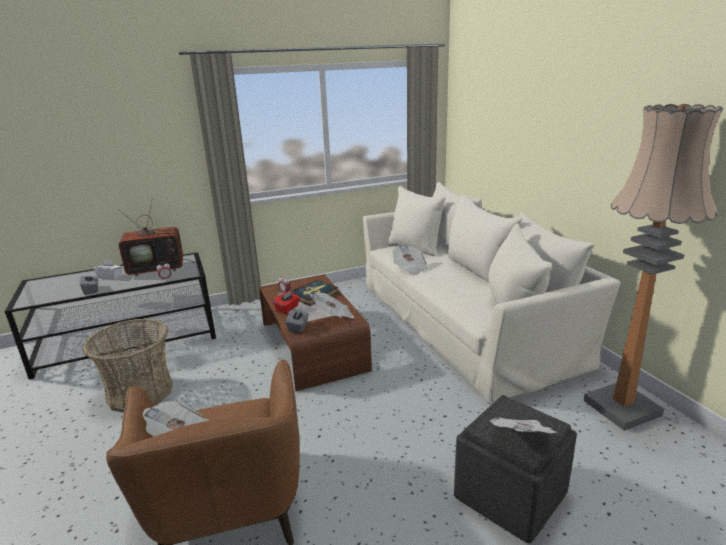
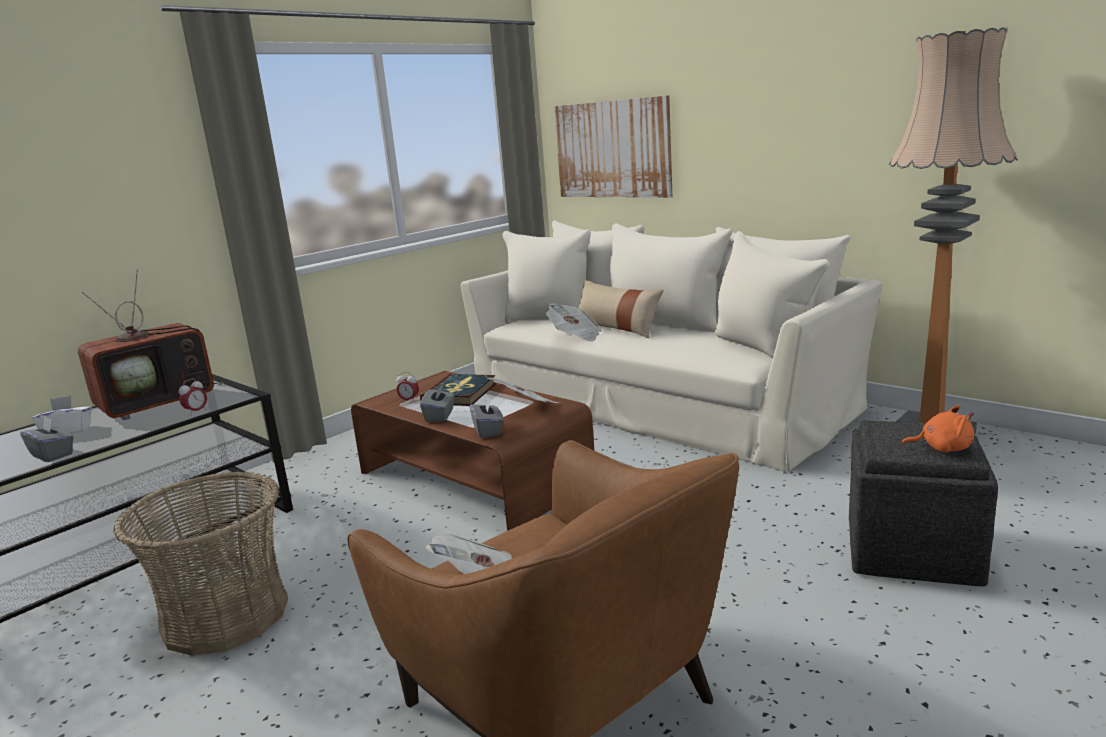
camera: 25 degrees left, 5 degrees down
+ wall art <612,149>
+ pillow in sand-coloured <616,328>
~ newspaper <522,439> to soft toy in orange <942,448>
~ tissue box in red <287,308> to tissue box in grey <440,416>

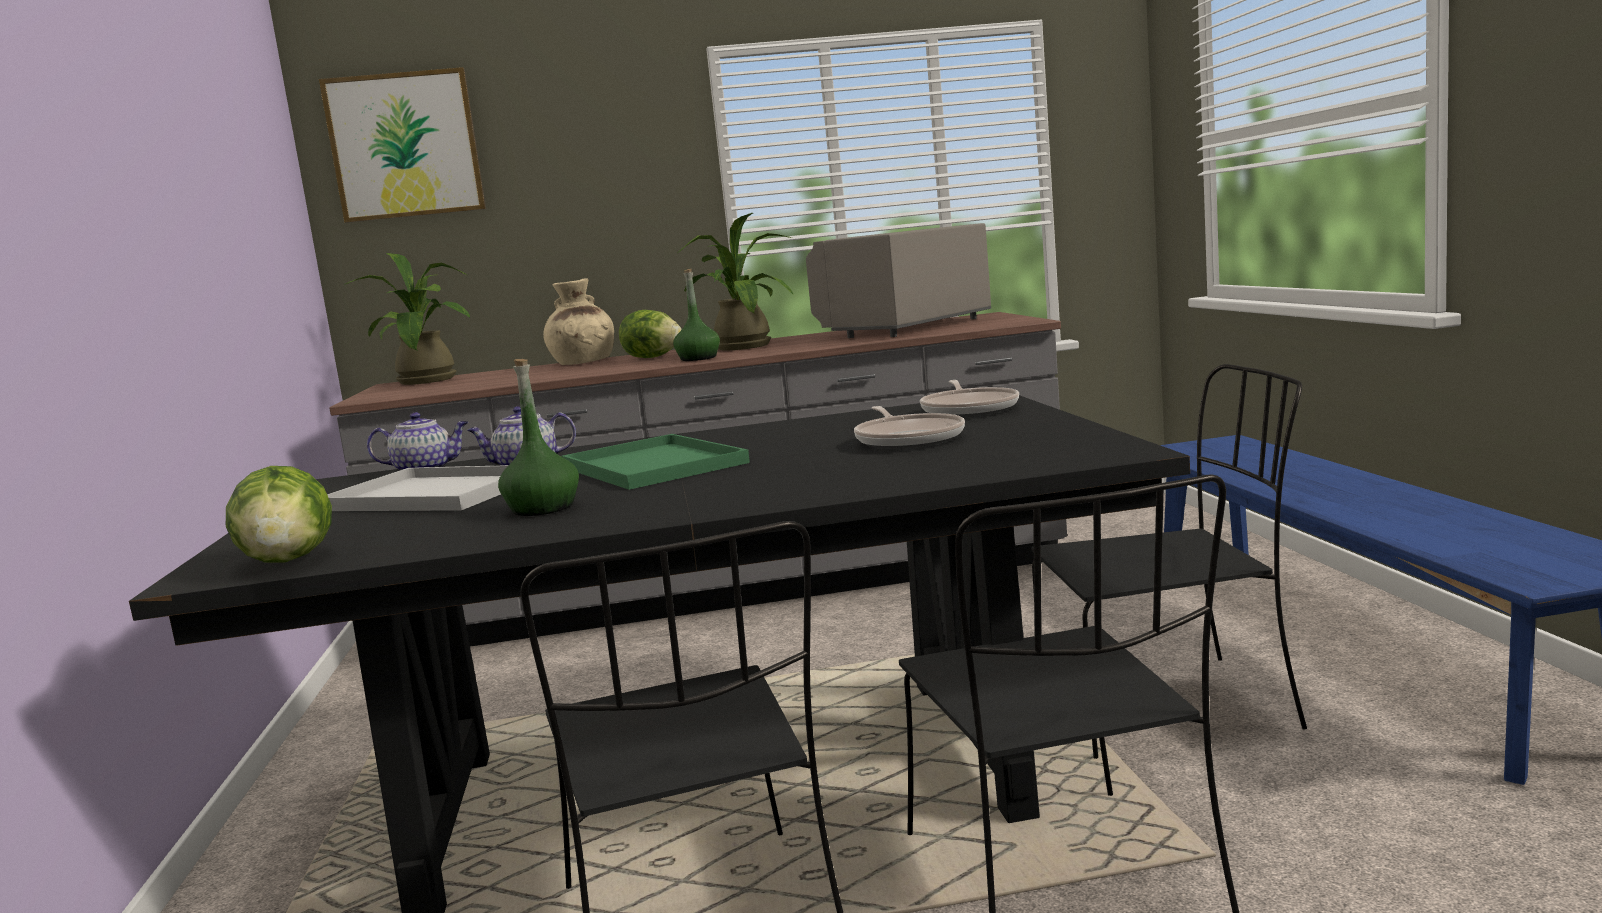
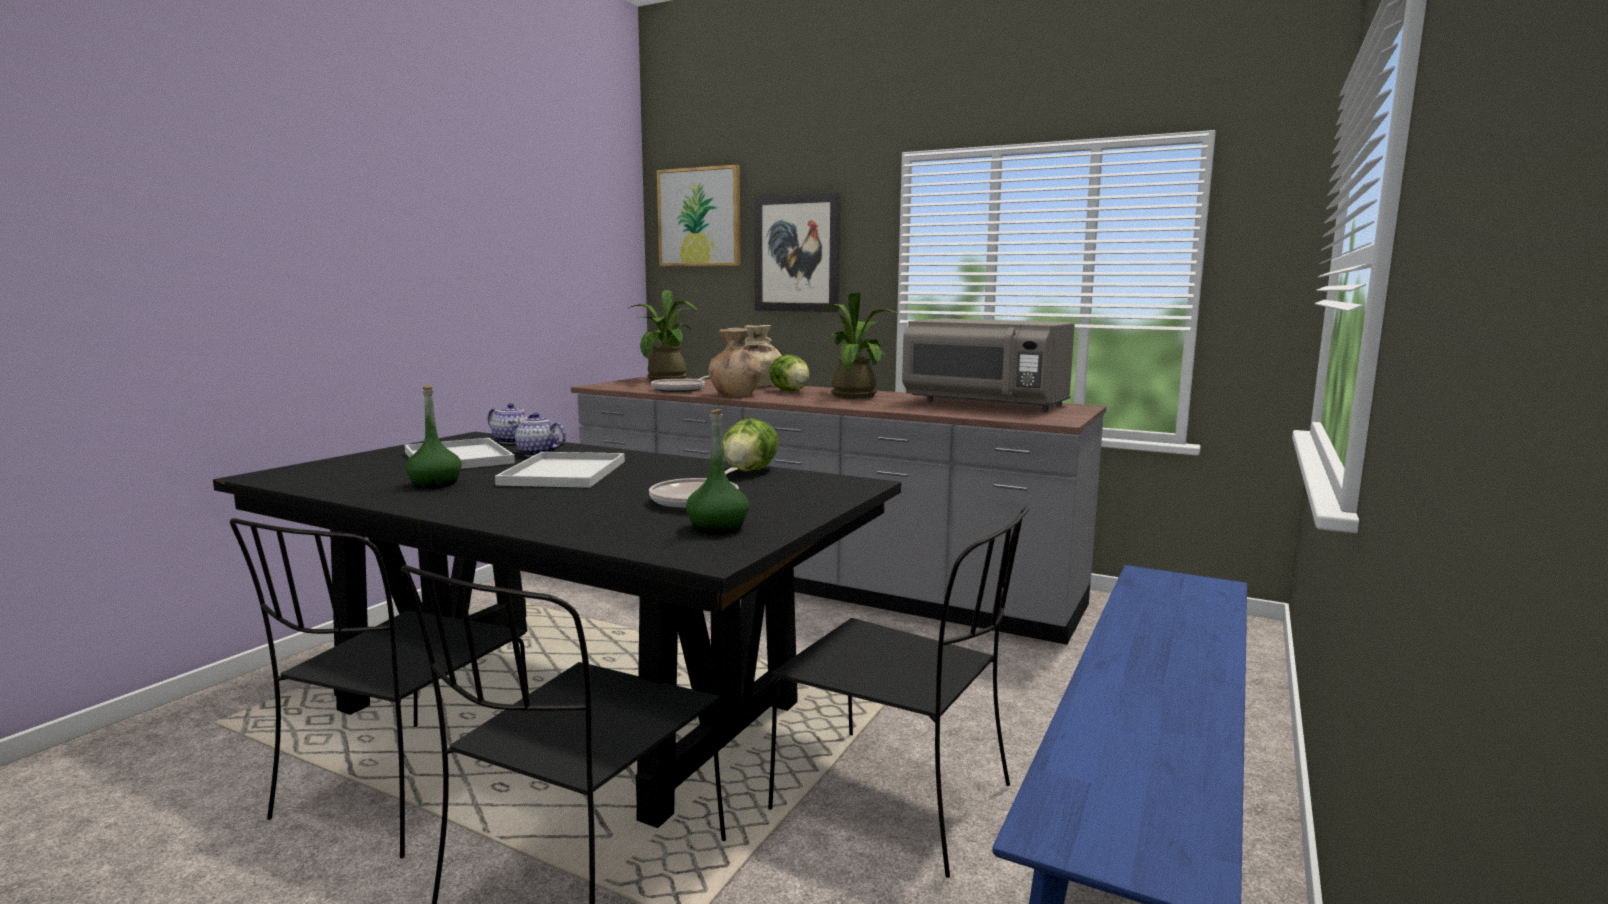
camera: 35 degrees right, 0 degrees up
+ decorative vase in brown <735,395>
+ wall art <797,253>
~ head of lettuce <288,561> to <749,471>
~ drink bottle in green <698,358> to <717,528>
~ frying pan <969,409> to <681,389>
~ carrying tray in green <656,465> to carrying tray in whitish <564,473>
~ microwave in grey <903,328> = <985,404> 135 degrees counterclockwise

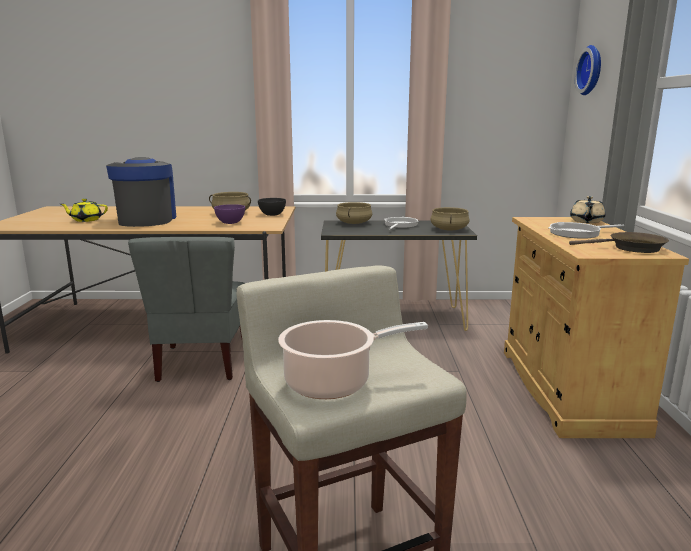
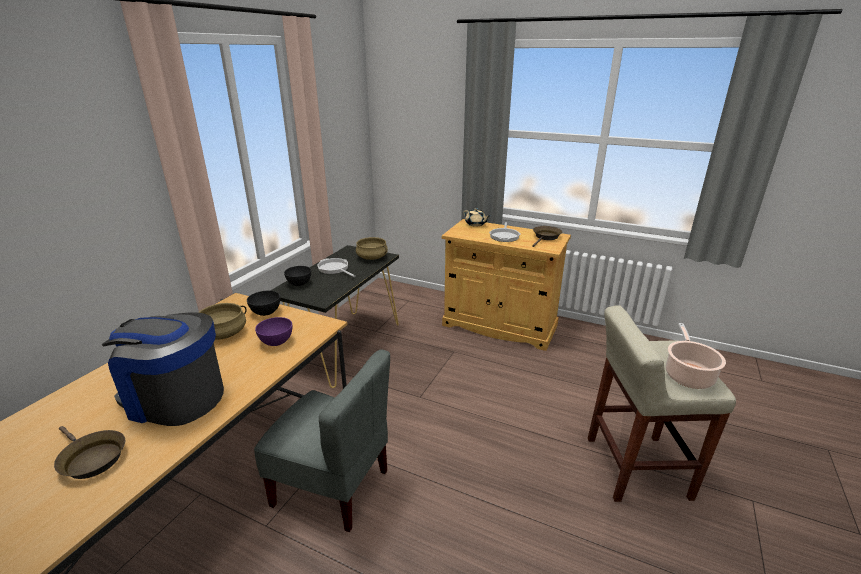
camera: 65 degrees left, 10 degrees up
- hanging clock <592,70>
~ teapot in yellow <86,220> to frying pan in brown <91,458>
~ stockpot in sand-coloured <354,223> to bowl in grey <299,283>

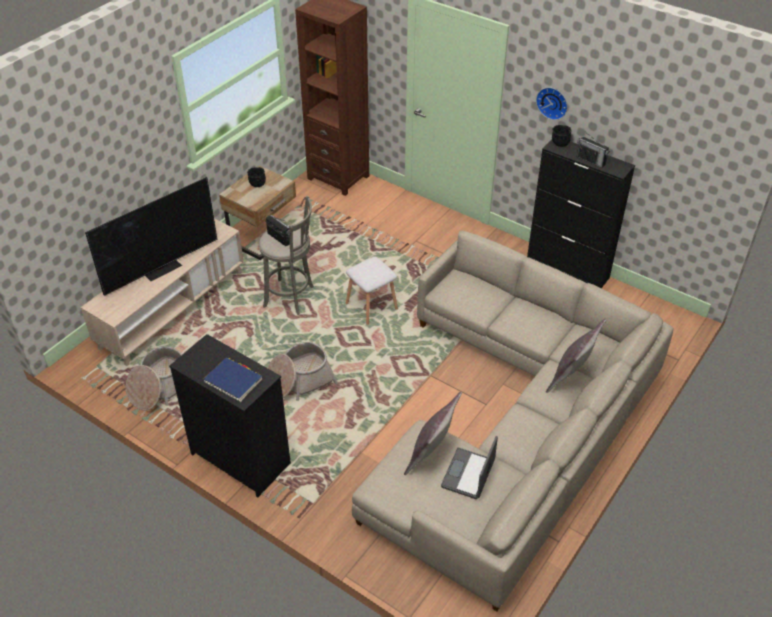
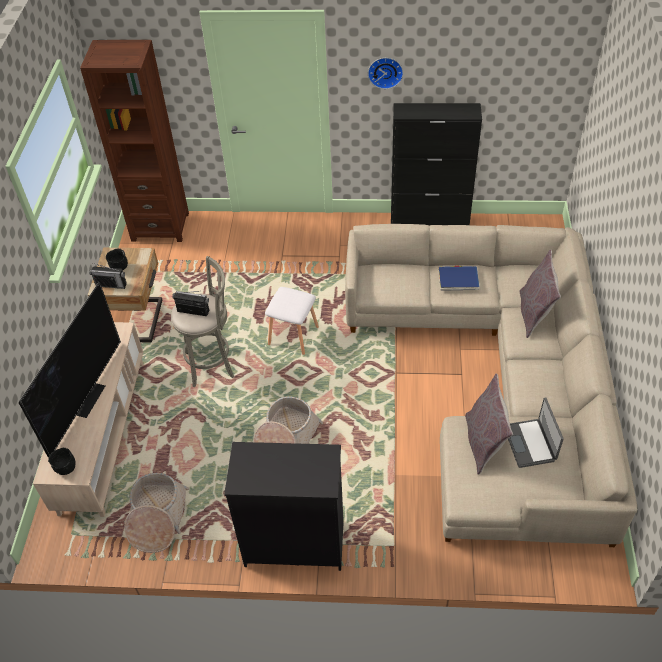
camera: 30 degrees left, 5 degrees up
~ bound book in blue-coloured <233,381> to <458,280>
~ bowl in black-coloured <560,144> to <66,468>
~ radio <591,160> to <111,285>

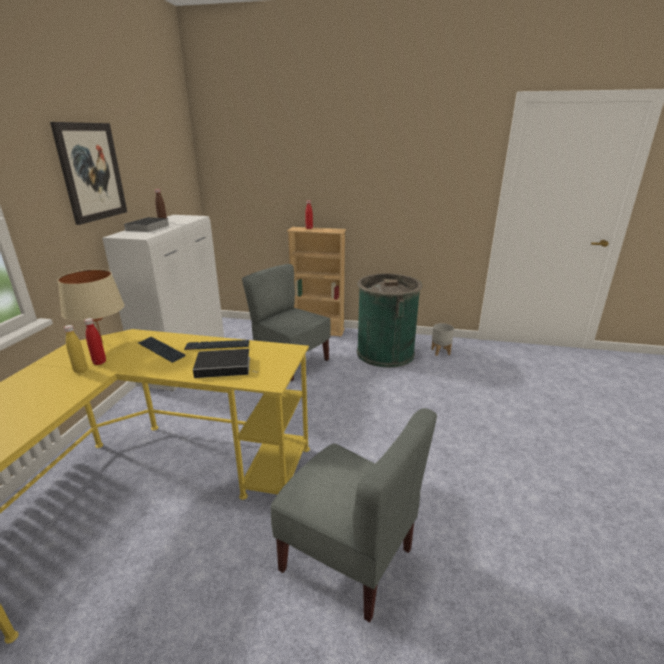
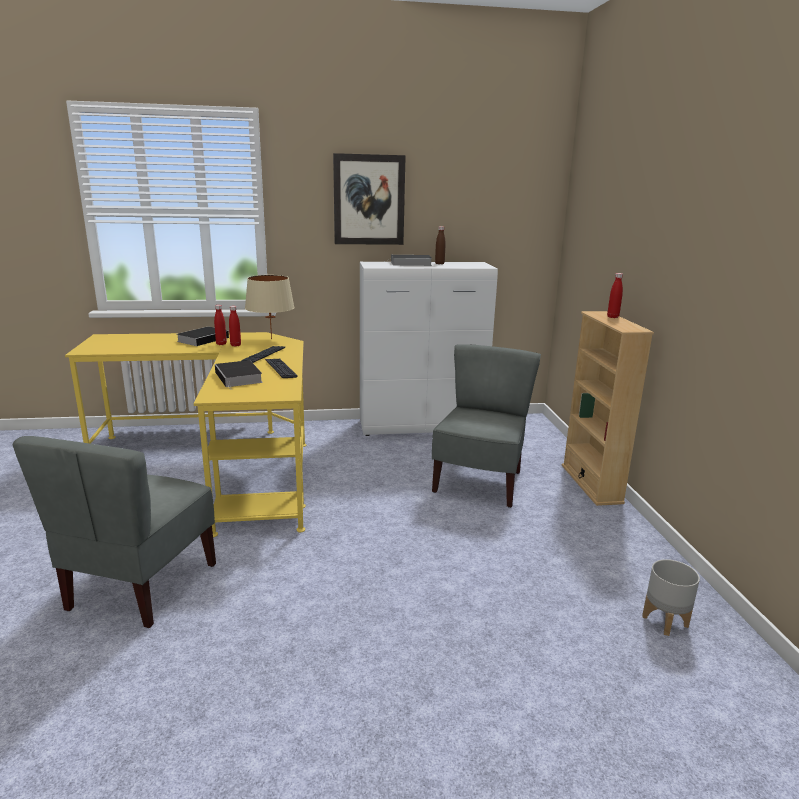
camera: 70 degrees right, 5 degrees down
- trash can in green <385,353>
+ bound book <204,339>
~ drink bottle in yellow <81,370> to drink bottle in red <221,344>

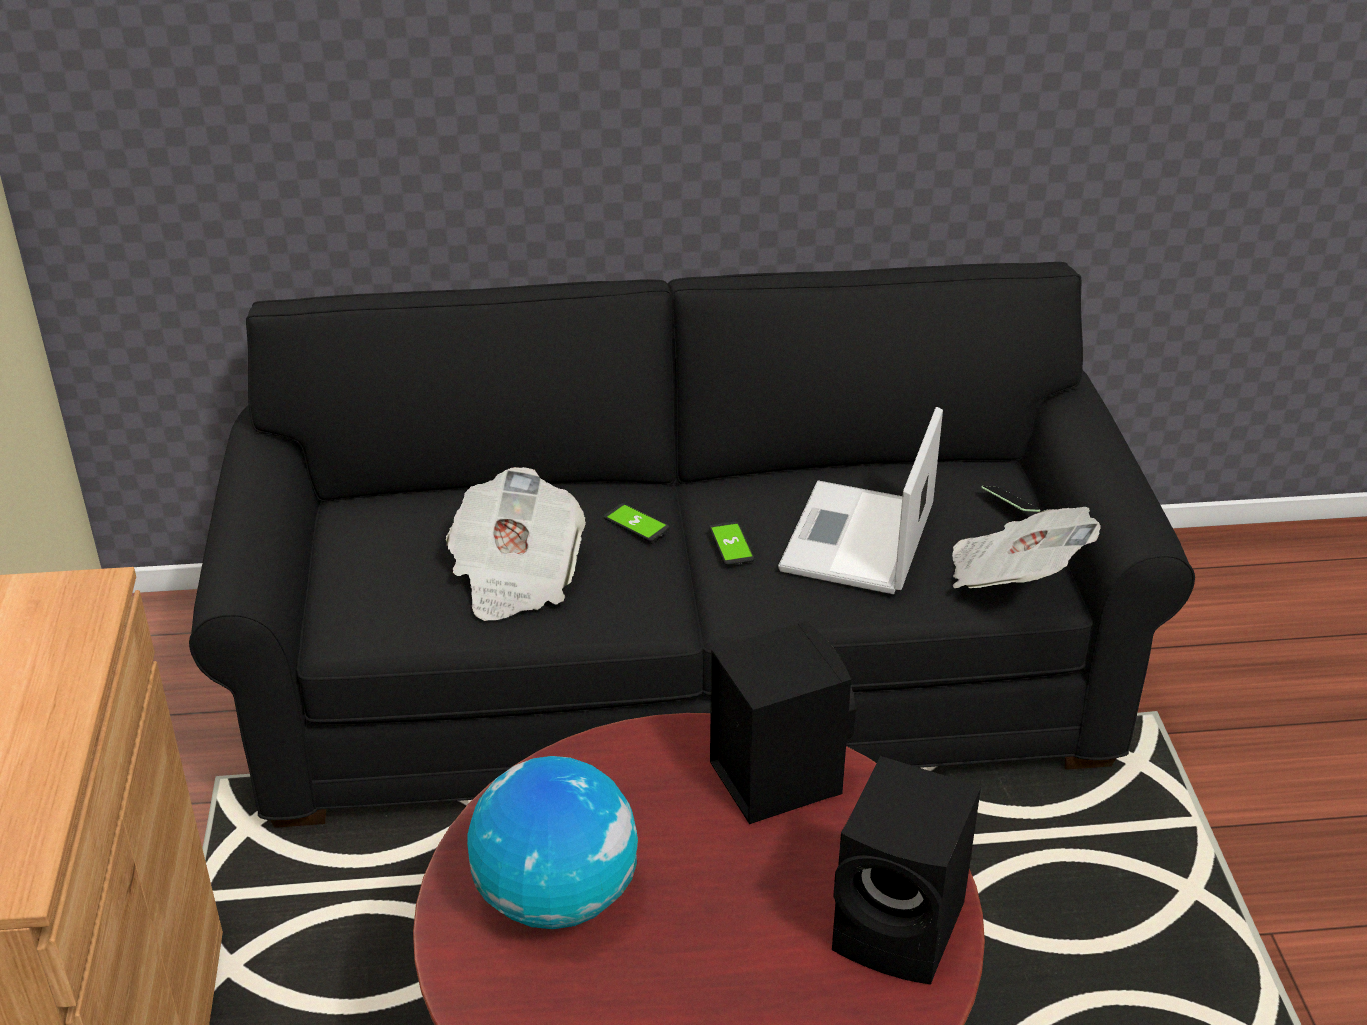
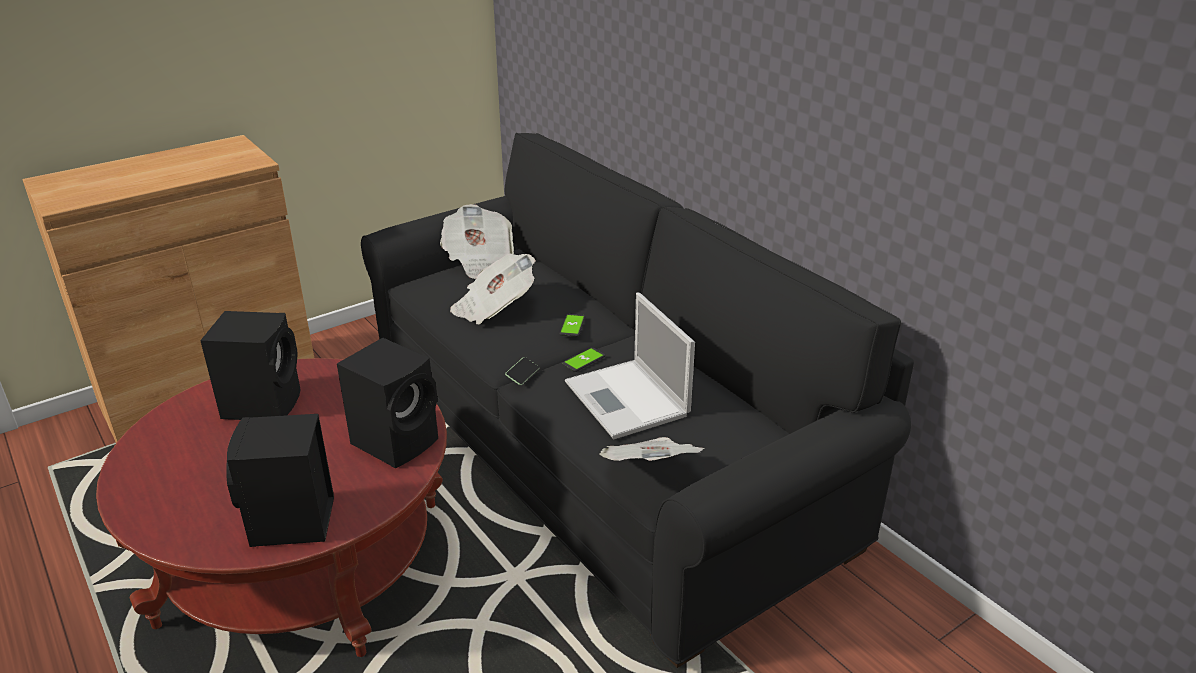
camera: 60 degrees right, 5 degrees down
+ newspaper <479,260>
~ phone <1009,506> to <522,376>
~ desk globe <555,898> to loudspeaker in black-coloured <264,403>
~ laptop <857,541> = <628,400> 105 degrees counterclockwise

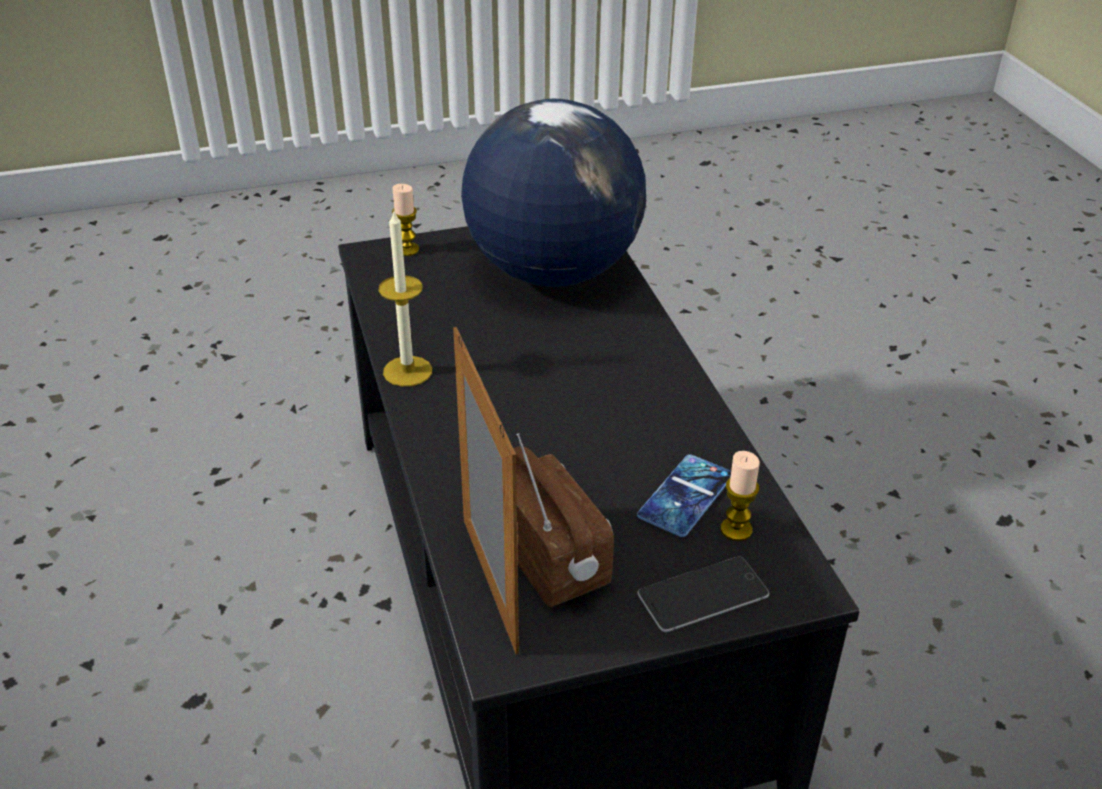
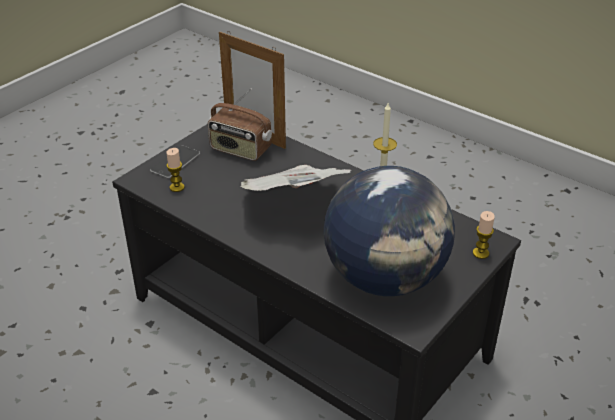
camera: 145 degrees right, 0 degrees up
- phone <686,496>
+ newspaper <295,201>

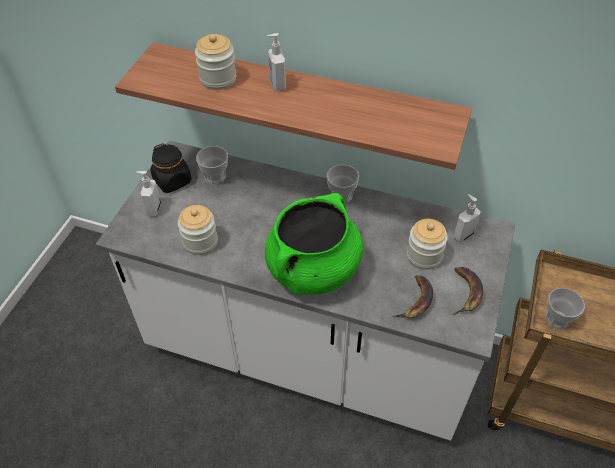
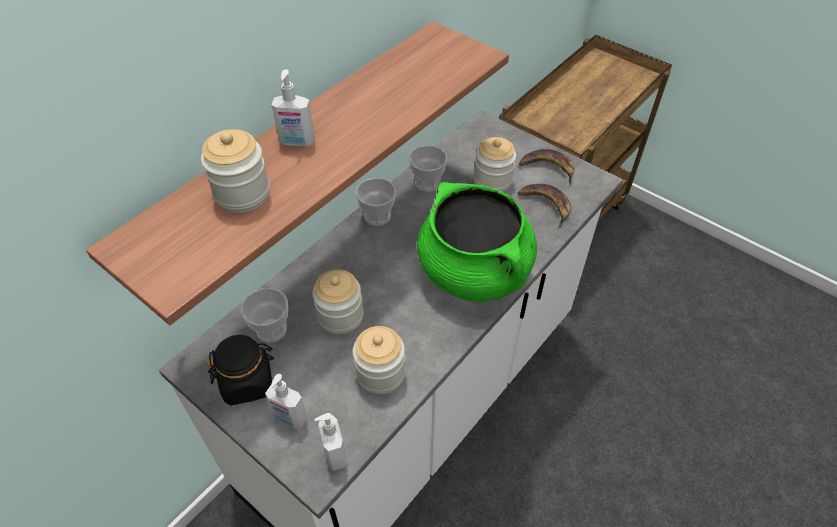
camera: 70 degrees left, 0 degrees up
+ storage jar <340,316>
~ soap bottle <463,235> to <334,454>
~ small cup <557,319> to <427,182>

